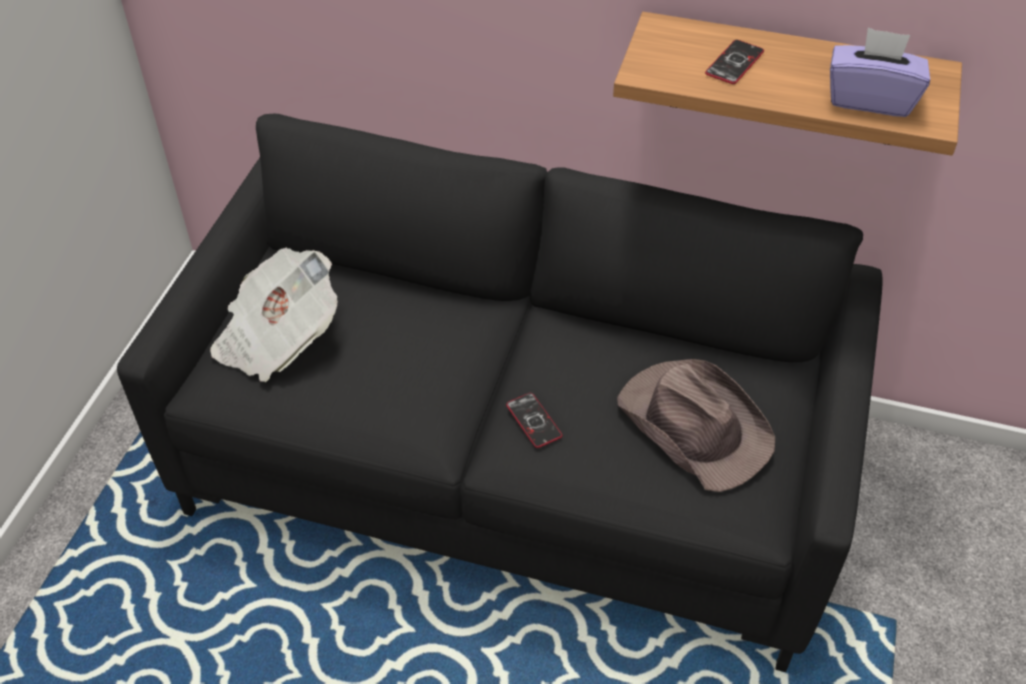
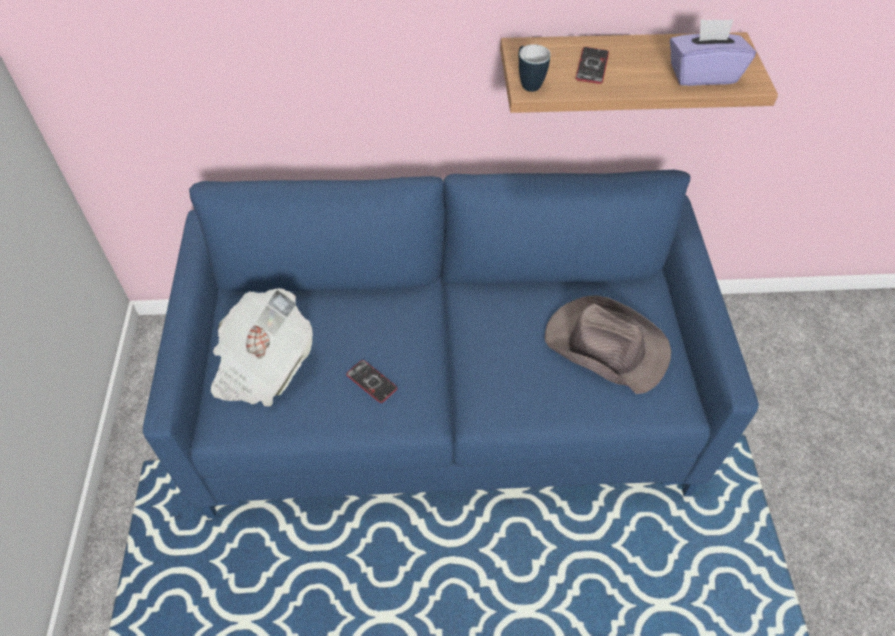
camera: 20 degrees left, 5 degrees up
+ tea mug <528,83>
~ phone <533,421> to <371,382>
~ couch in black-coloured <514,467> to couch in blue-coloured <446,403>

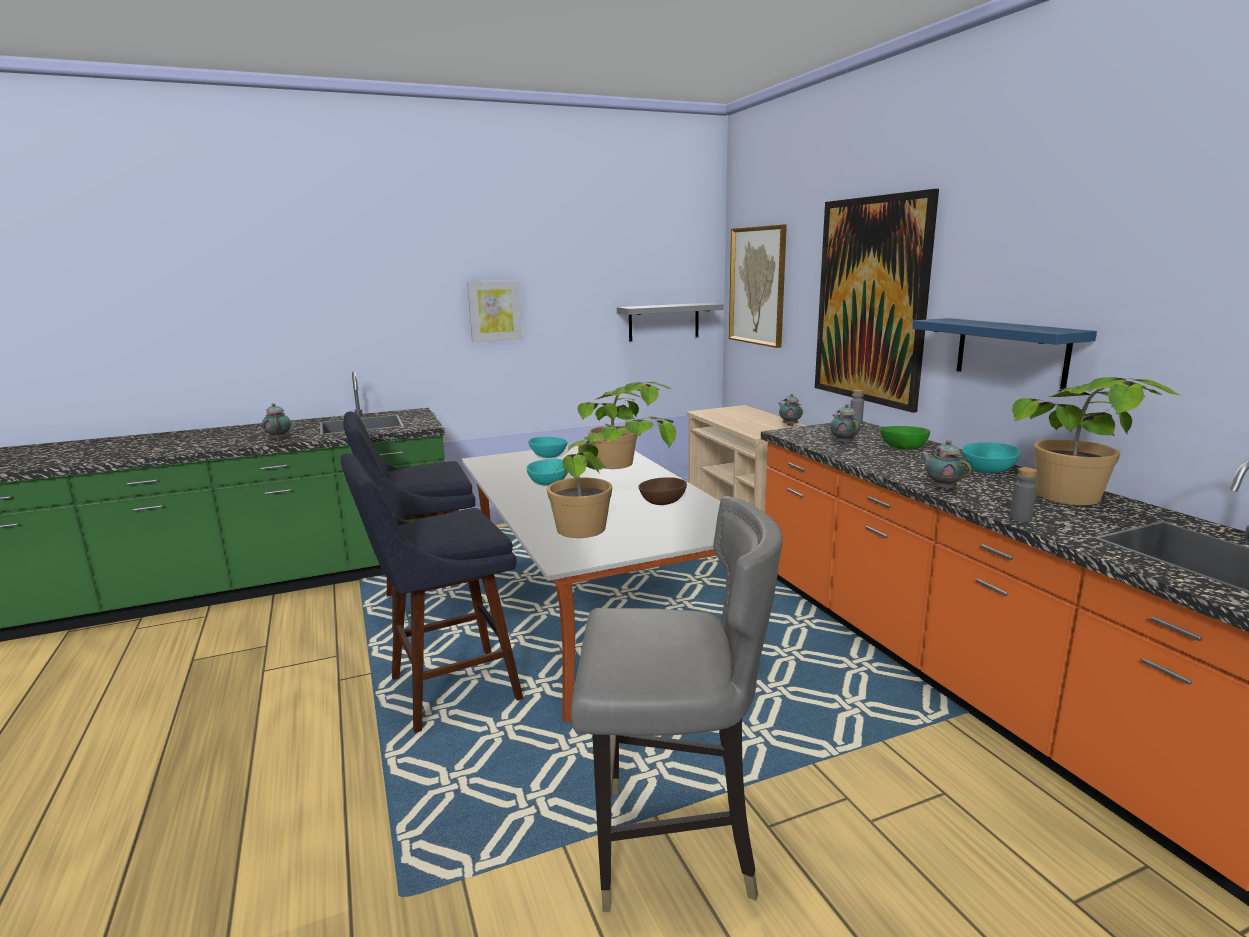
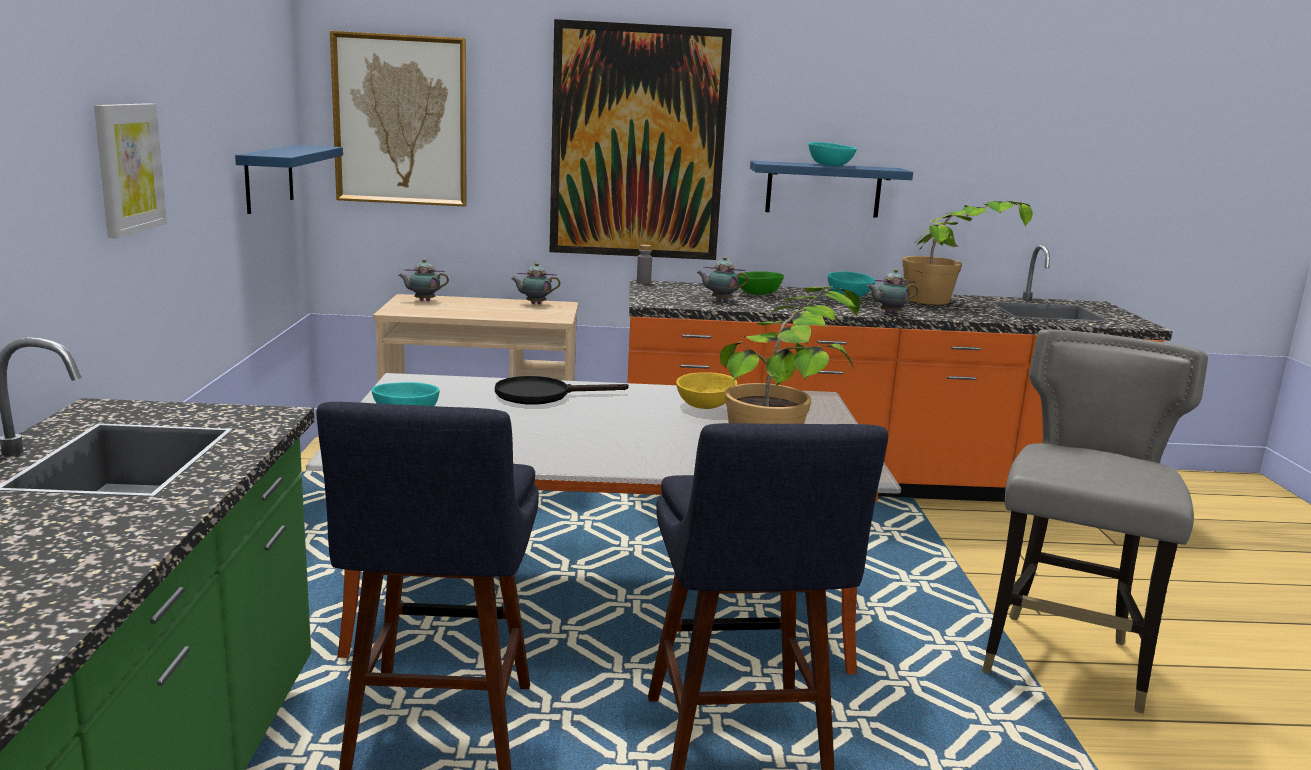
camera: 70 degrees left, 0 degrees up
- drink bottle in grey <1020,518>
~ teapot <279,439> to <423,300>
~ bowl in blue-green <549,482> to <829,165>
~ houseplant <623,469> to frying pan in black-coloured <543,395>
~ wall shelf in grey <664,321> to wall shelf in blue-coloured <269,178>
~ bowl in brown <663,502> to bowl in yellow <705,405>

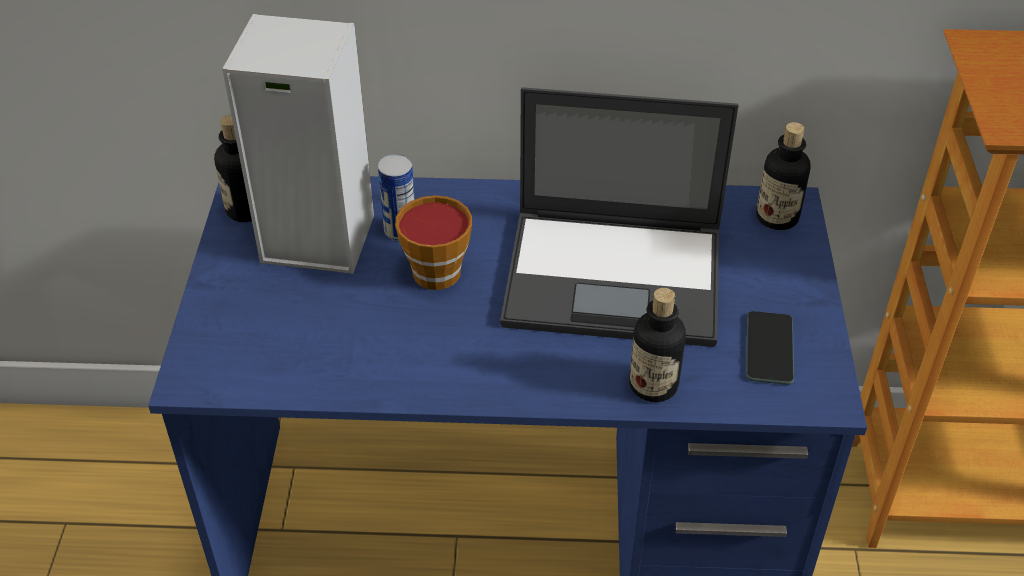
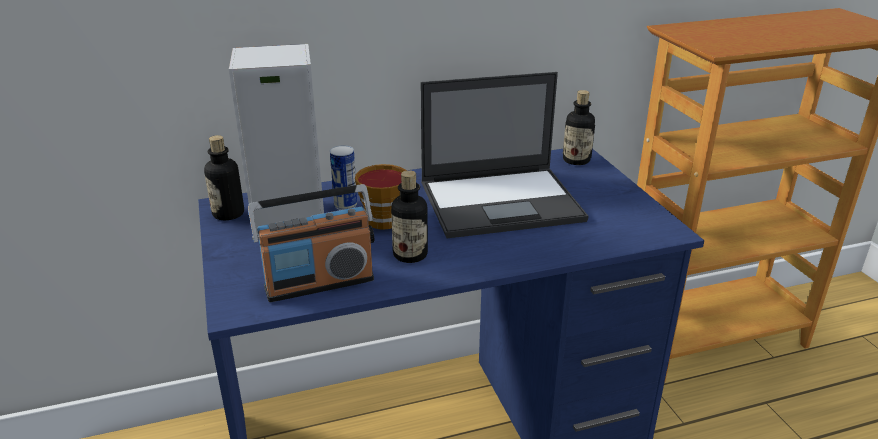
camera: 20 degrees left, 15 degrees down
- phone <769,348>
+ radio <319,283>
~ drink bottle <653,385> to <410,254>

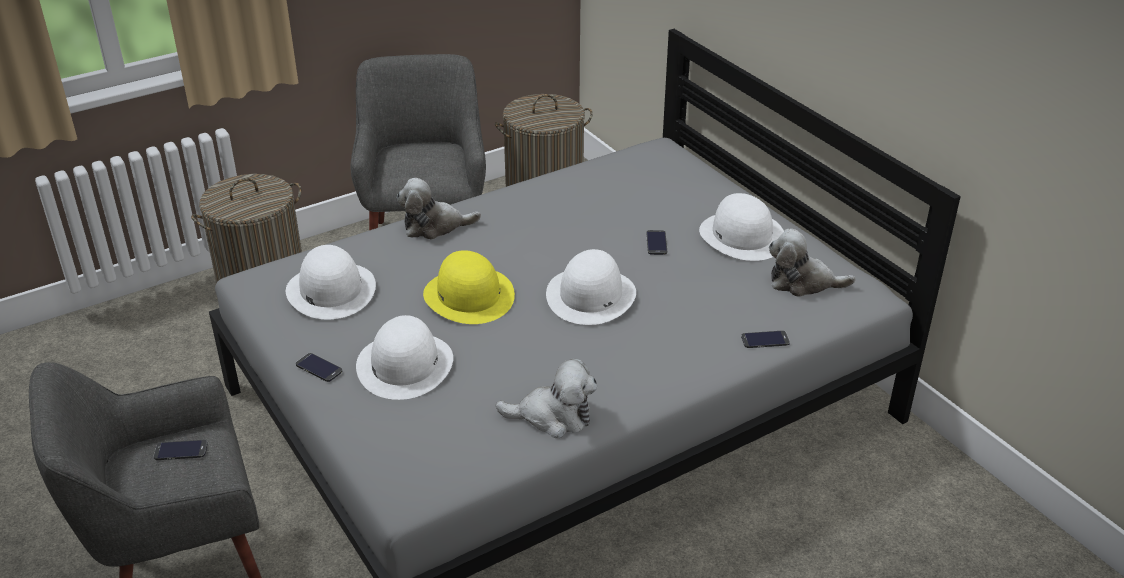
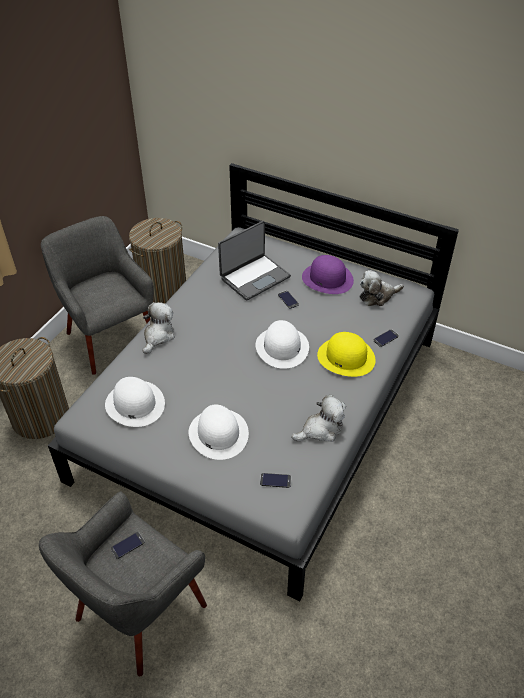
camera: 30 degrees left, 10 degrees up
+ laptop <254,277>
~ phone <319,368> to <275,480>
~ clothing hat in yellow <469,296> to <346,357>
~ clothing hat in whitish <742,236> to clothing hat in purple <327,278>
~ soft toy <434,226> = <158,336> 150 degrees clockwise

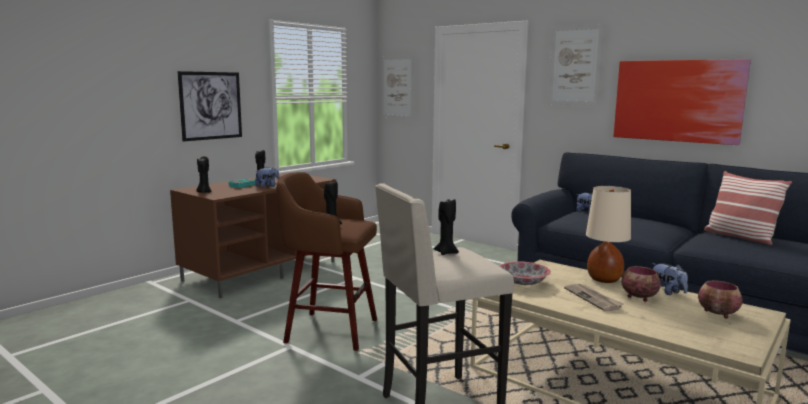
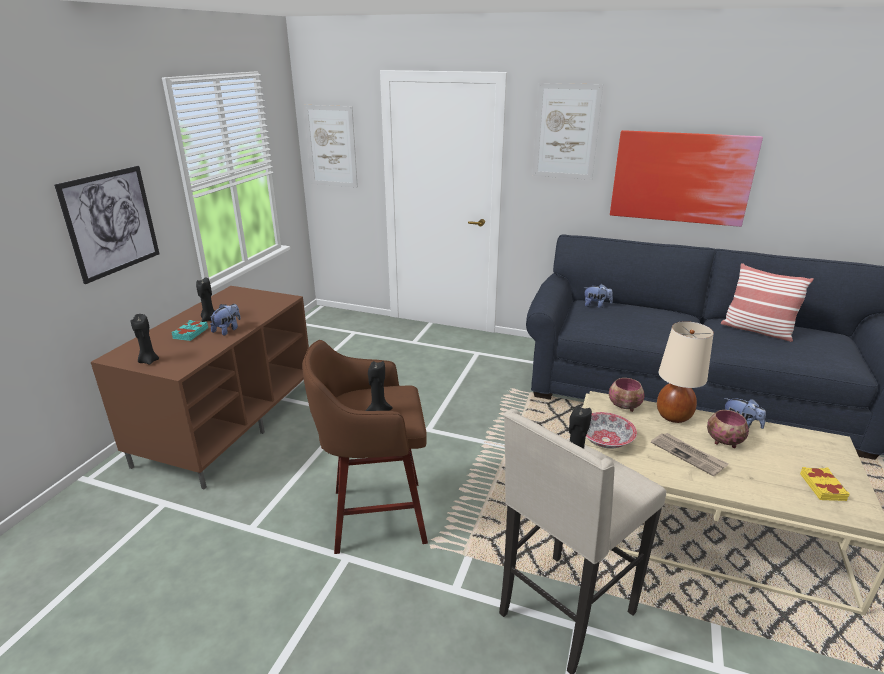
camera: 20 degrees left, 15 degrees up
+ bound book in yellow <823,487>
~ bowl <718,314> to <625,407>

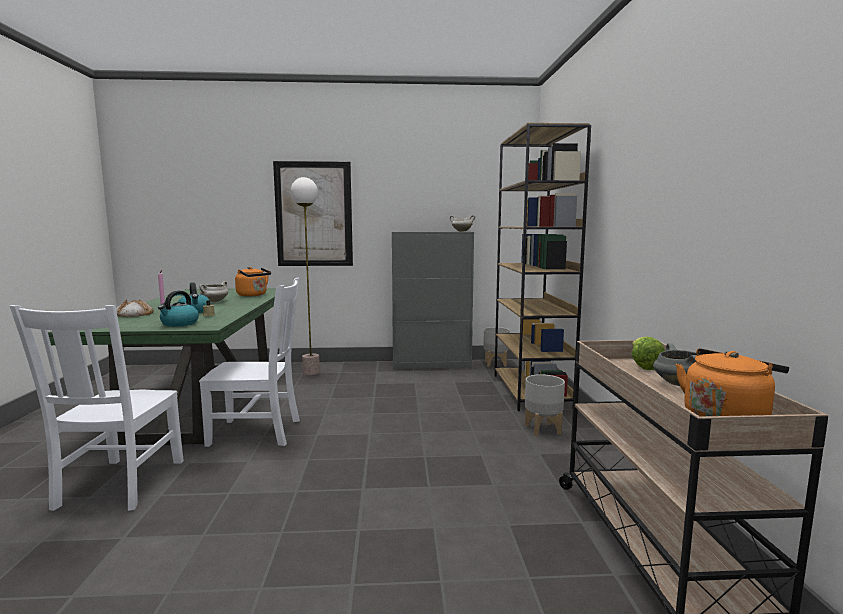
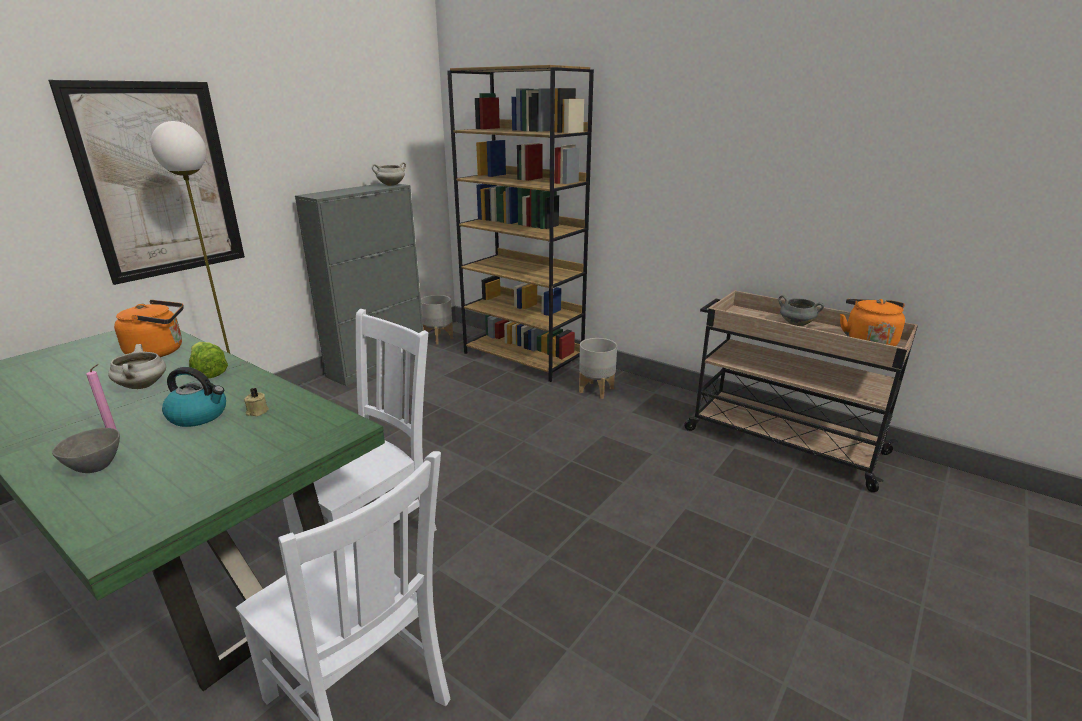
camera: 50 degrees left, 15 degrees up
- kettle <179,324>
~ head of lettuce <643,366> to <208,372>
~ baked bread <133,314> to bowl in grey <96,468>

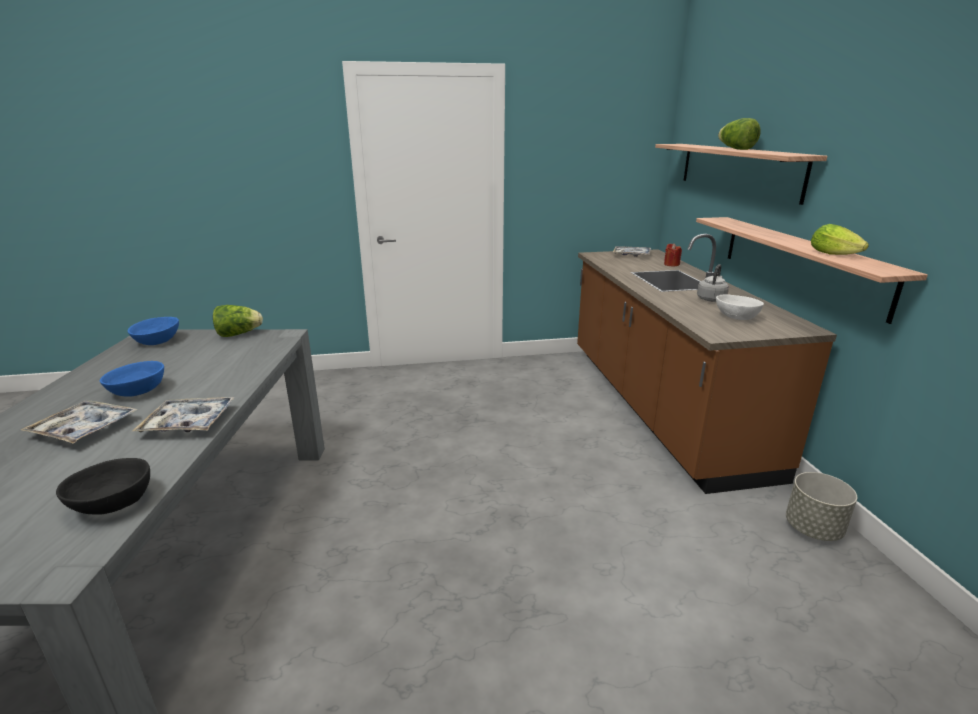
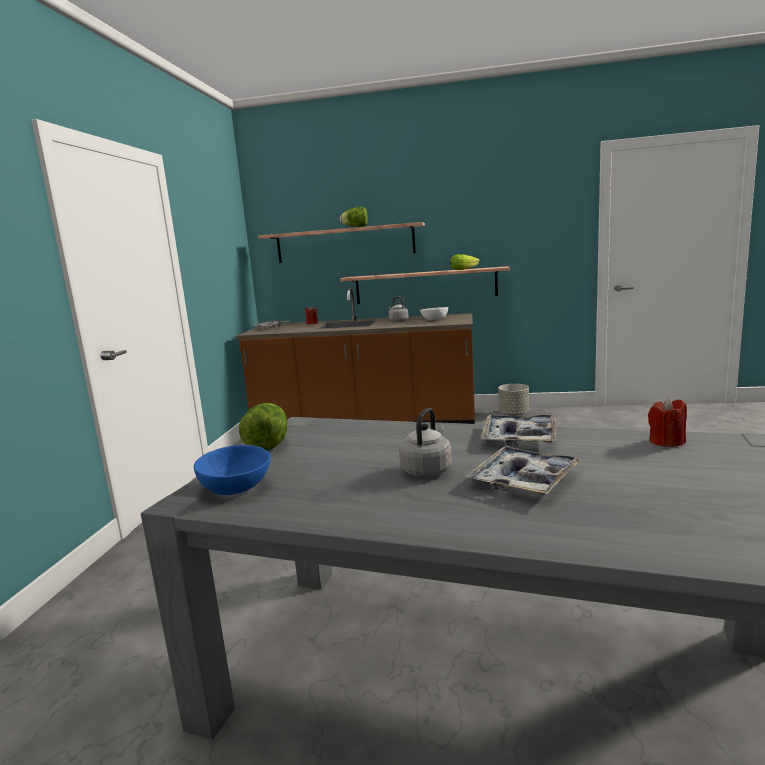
camera: 70 degrees left, 10 degrees down
~ bowl in black-coloured <114,504> to candle in red <666,442>
~ bowl in blue-coloured <139,391> to kettle in grey <427,469>

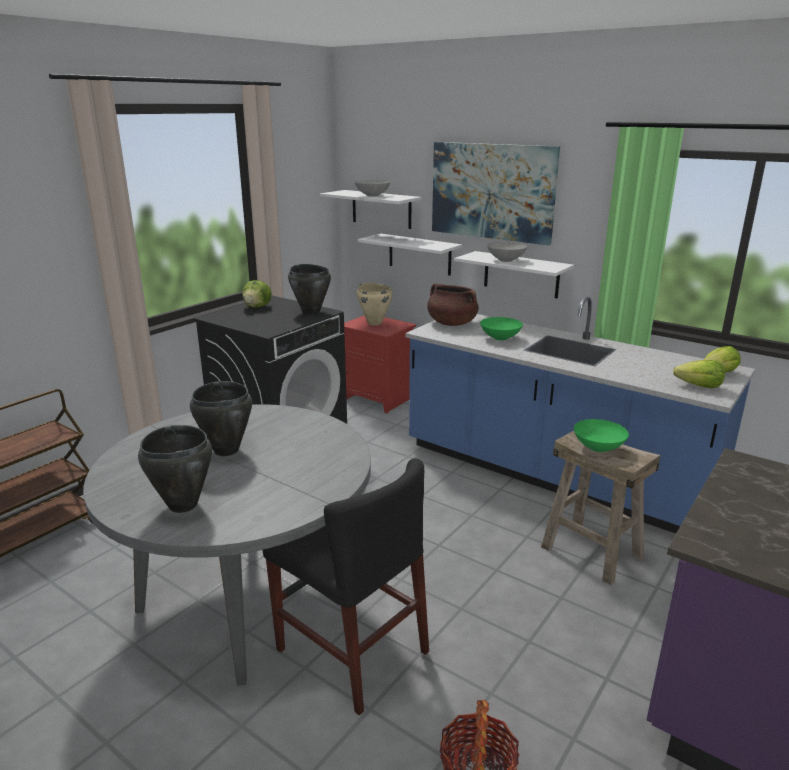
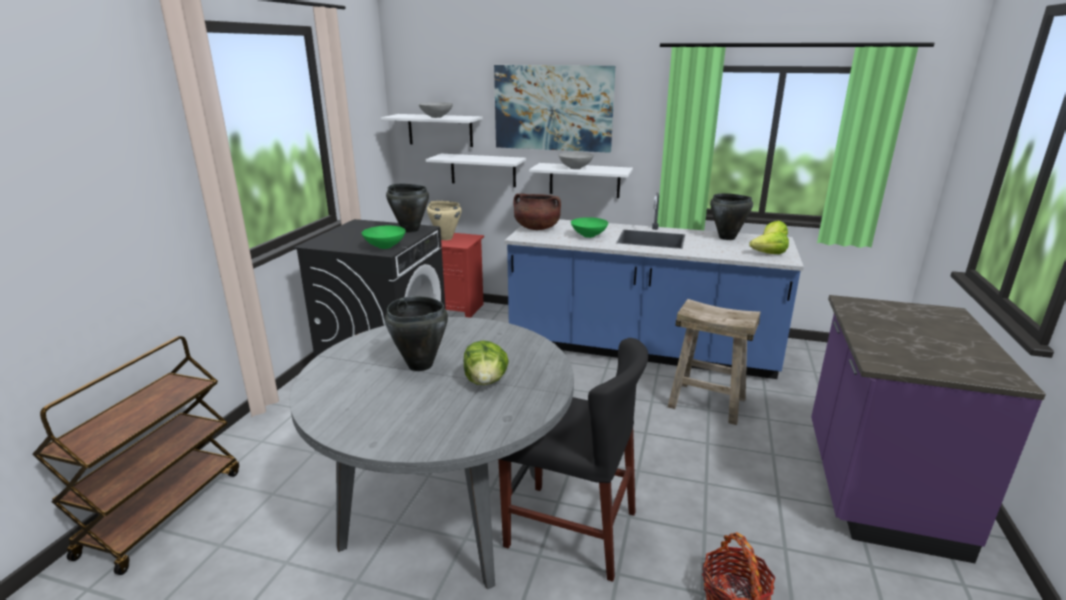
camera: 20 degrees left, 0 degrees up
~ stockpot in black-coloured <182,505> to <727,238>
~ head of lettuce <257,307> to <486,381>
~ bowl in green <597,448> to <384,246>

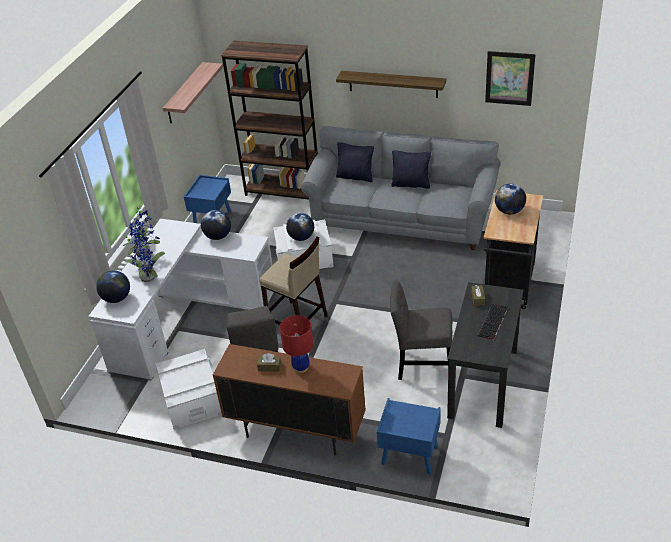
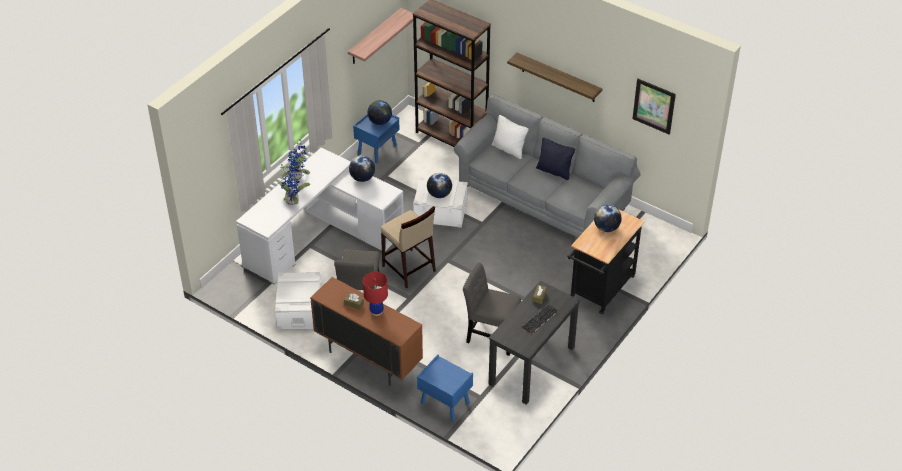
camera: 15 degrees right, 5 degrees up
~ desk globe <117,298> to <380,121>
~ pillow in black-coloured <355,177> to pillow in whitish <509,149>

